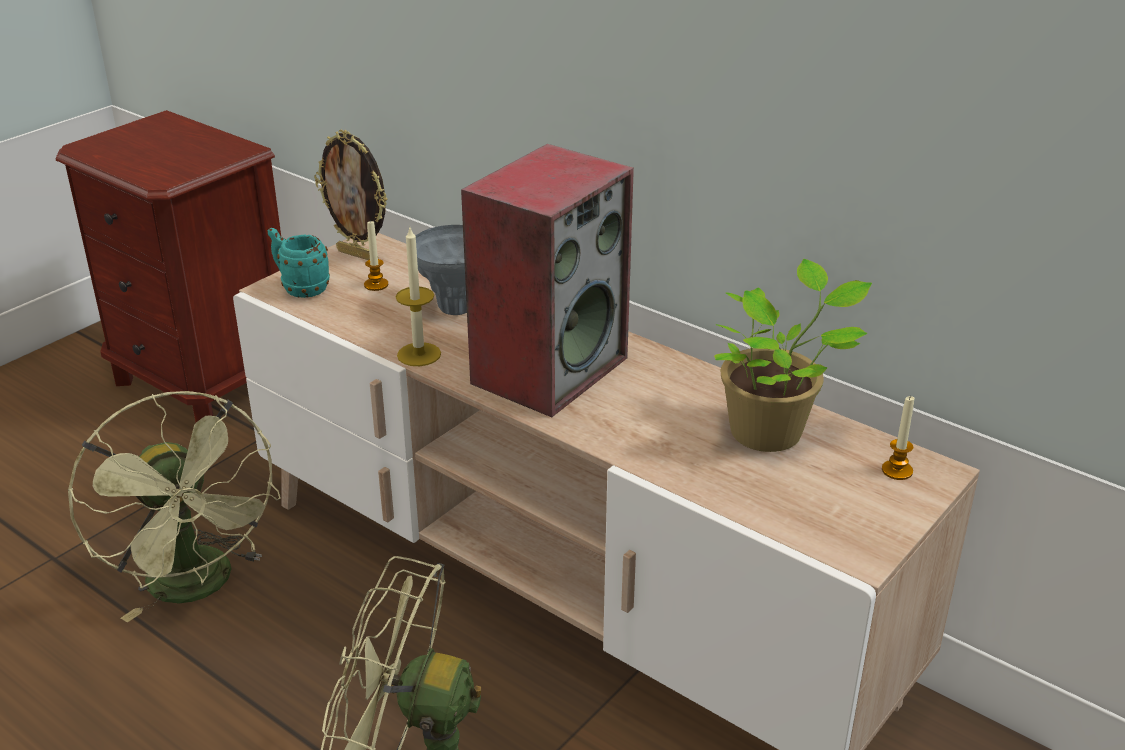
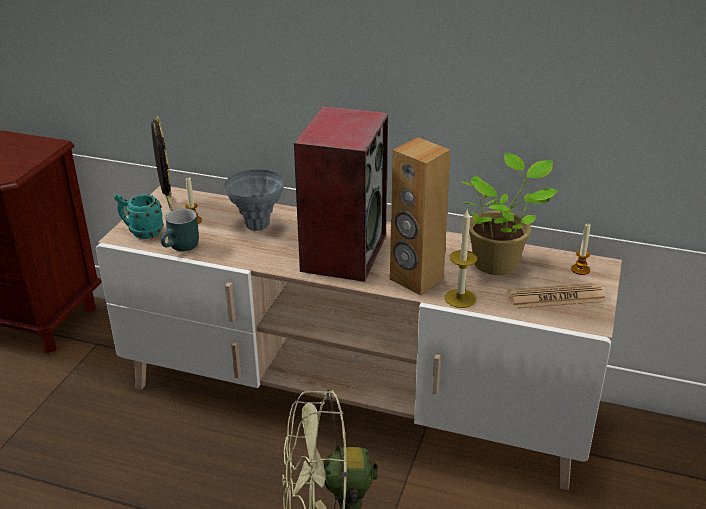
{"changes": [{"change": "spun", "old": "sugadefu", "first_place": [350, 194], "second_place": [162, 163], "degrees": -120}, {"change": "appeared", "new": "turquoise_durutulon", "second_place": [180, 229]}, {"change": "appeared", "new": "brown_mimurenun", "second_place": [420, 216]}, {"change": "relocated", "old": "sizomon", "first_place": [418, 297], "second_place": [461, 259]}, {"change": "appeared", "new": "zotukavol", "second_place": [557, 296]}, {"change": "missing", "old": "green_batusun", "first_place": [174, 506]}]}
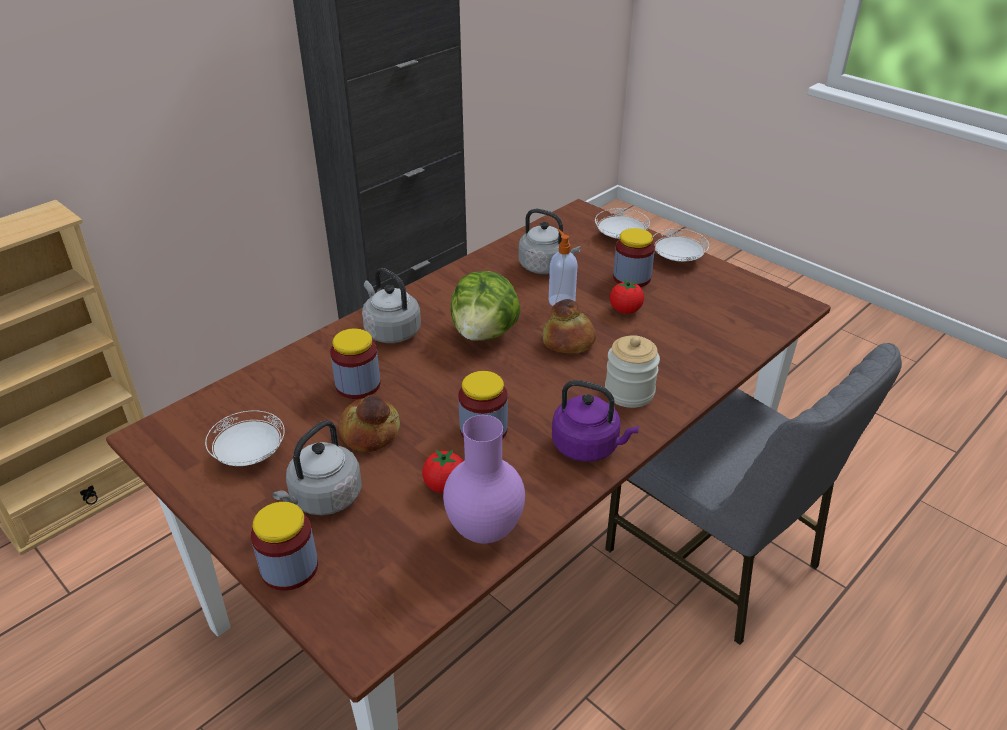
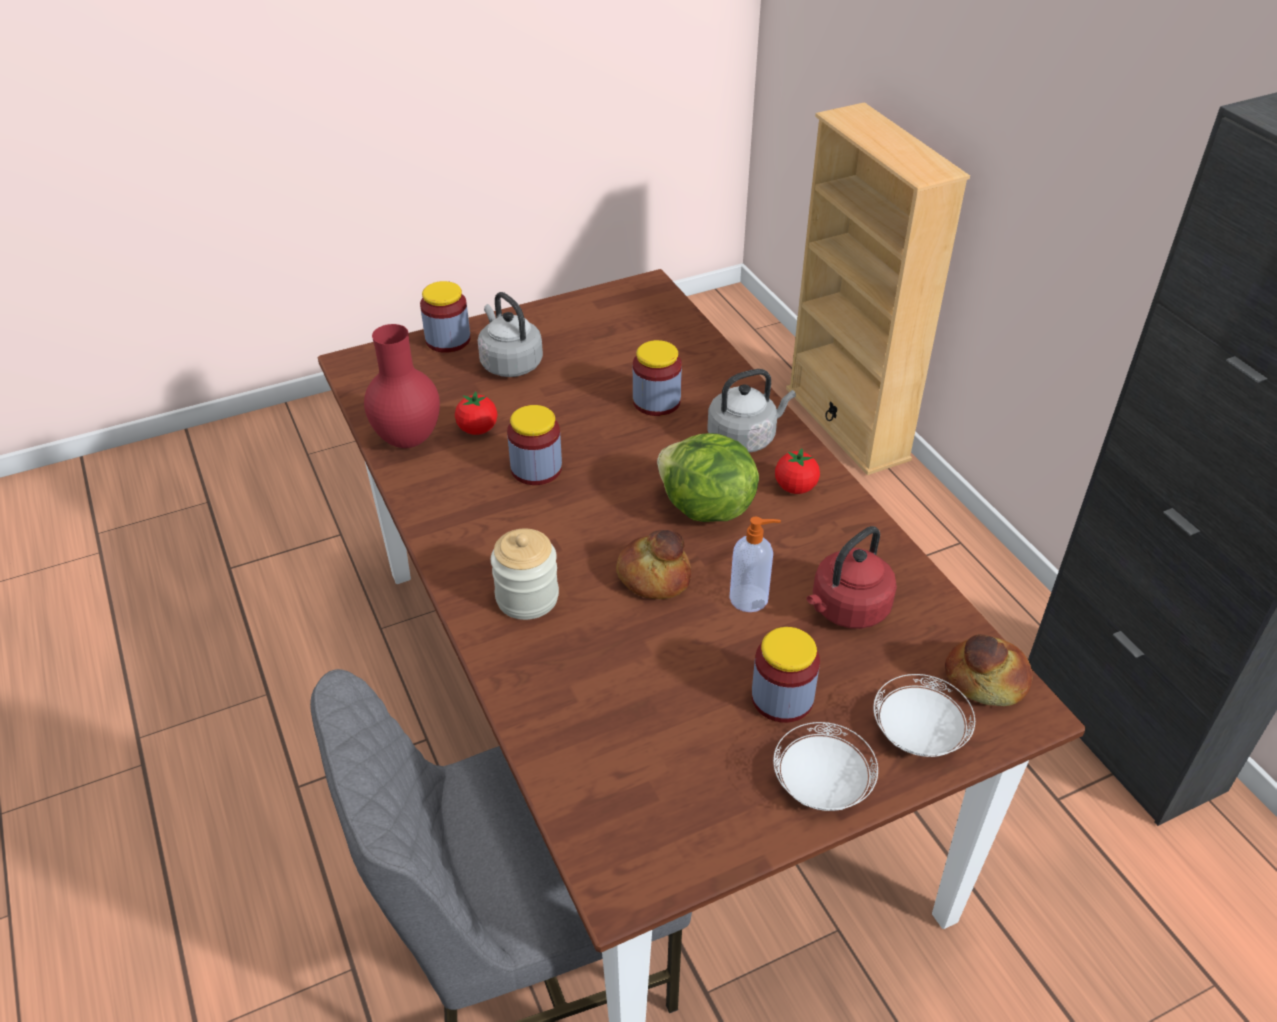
{"changes": [{"change": "colour", "old": "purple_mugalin", "new": "red_mugalin", "first_place": [484, 479], "second_place": [402, 386]}, {"change": "relocated", "old": "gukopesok", "first_place": [627, 296], "second_place": [797, 471]}, {"change": "colour", "old": "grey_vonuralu", "new": "red_vonuralu", "first_place": [550, 241], "second_place": [852, 577]}, {"change": "relocated", "old": "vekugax", "first_place": [369, 423], "second_place": [989, 670]}, {"change": "missing", "old": "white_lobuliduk", "first_place": [245, 438]}, {"change": "missing", "old": "purple_vonuralu", "first_place": [595, 421]}]}
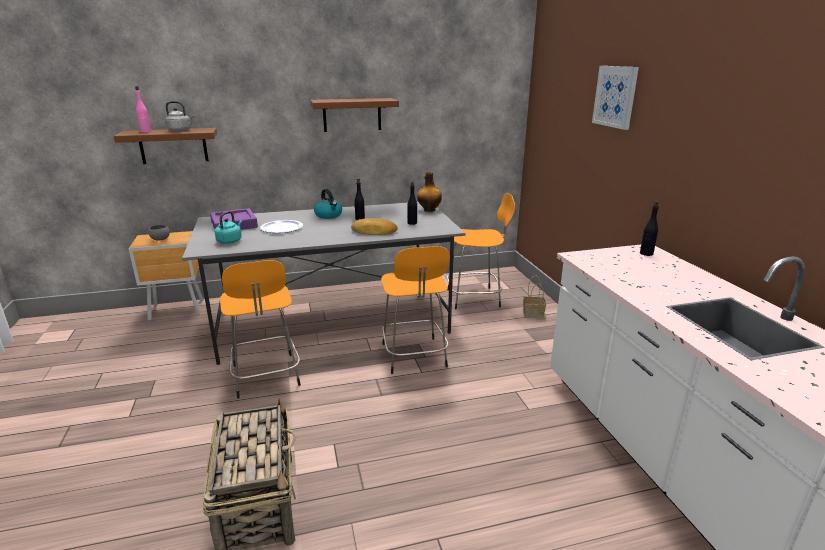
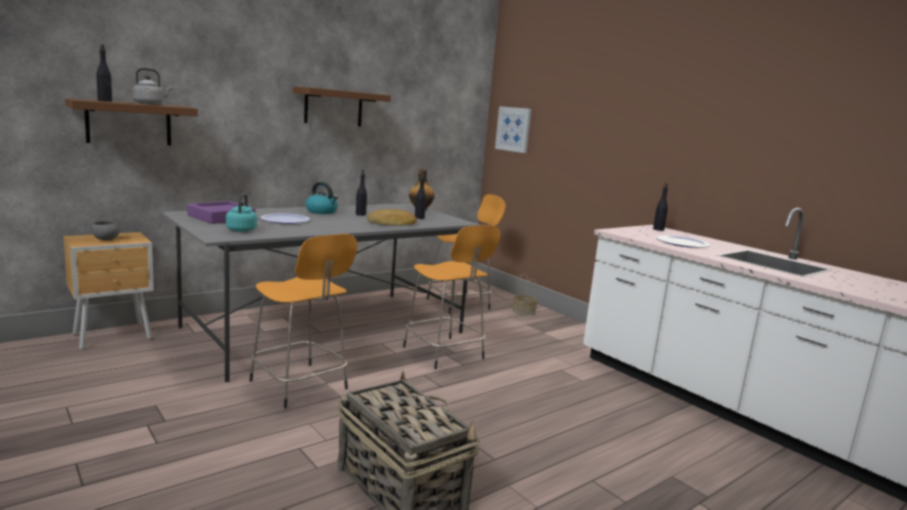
{"changes": [{"change": "colour", "old": "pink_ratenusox", "new": "black_ratenusox", "first_place": [143, 109], "second_place": [104, 73]}, {"change": "relocated", "old": "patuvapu", "first_place": [615, 98], "second_place": [513, 129]}, {"change": "appeared", "new": "lobuliduk", "second_place": [683, 241]}]}
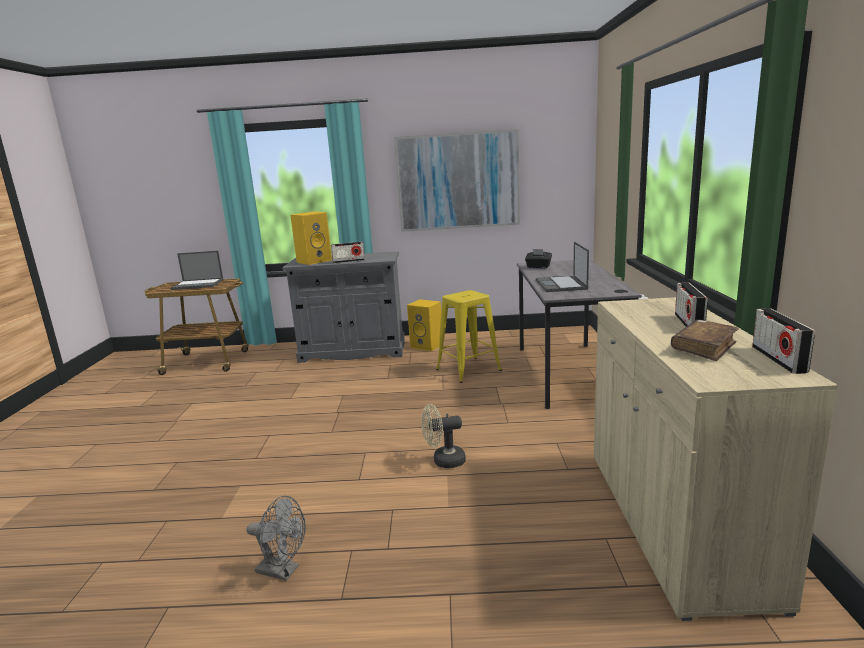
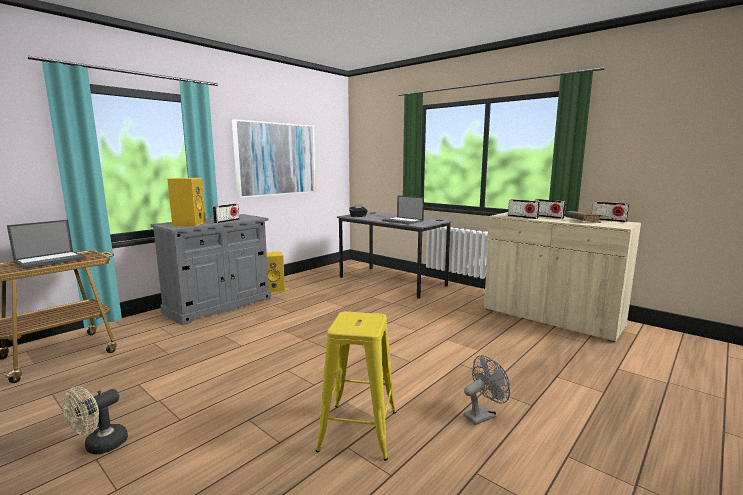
{"changes": [{"change": "relocated", "old": "beige_batusun", "first_place": [443, 436], "second_place": [95, 420]}, {"change": "relocated", "old": "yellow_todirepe", "first_place": [469, 336], "second_place": [356, 386]}, {"change": "appeared", "new": "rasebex", "second_place": [524, 209]}]}
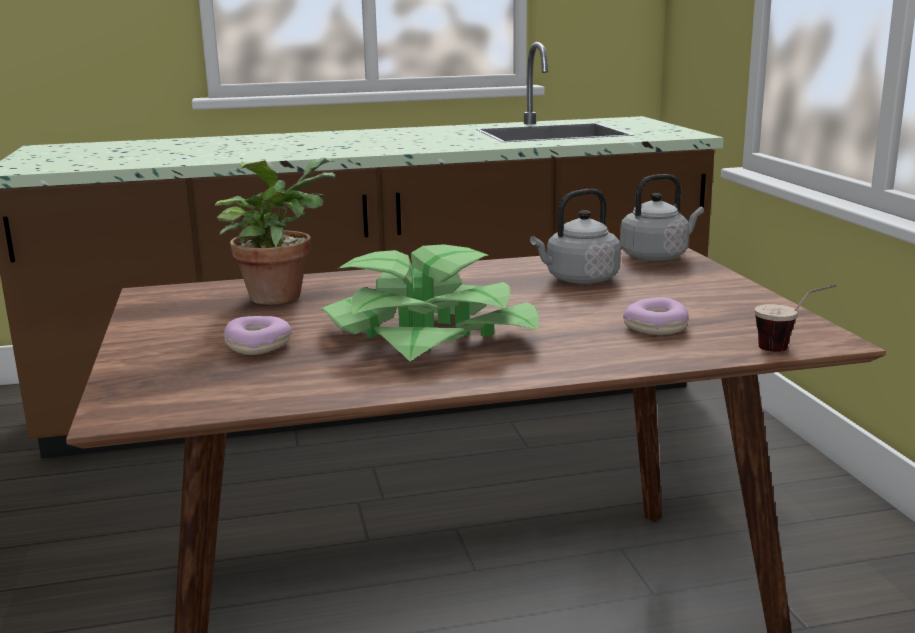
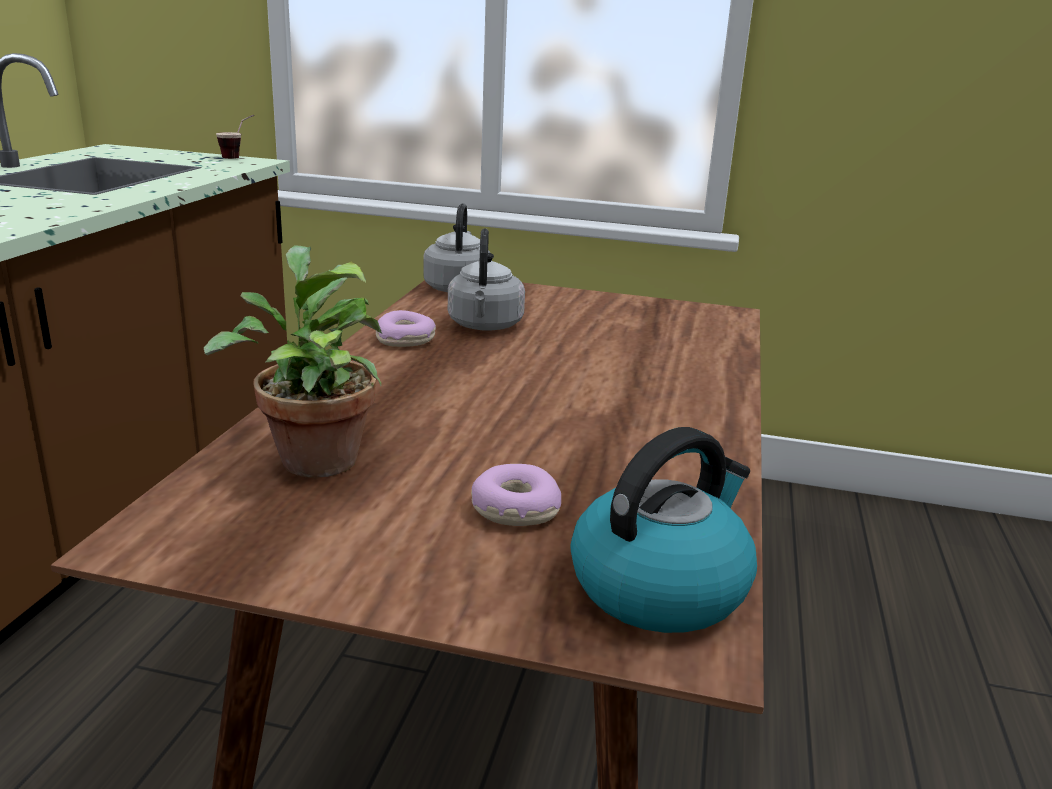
{"changes": [{"change": "relocated", "old": "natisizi", "first_place": [795, 318], "second_place": [235, 137]}, {"change": "relocated", "old": "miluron", "first_place": [656, 316], "second_place": [406, 328]}, {"change": "appeared", "new": "vonuralu", "second_place": [664, 530]}, {"change": "missing", "old": "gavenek", "first_place": [430, 302]}]}
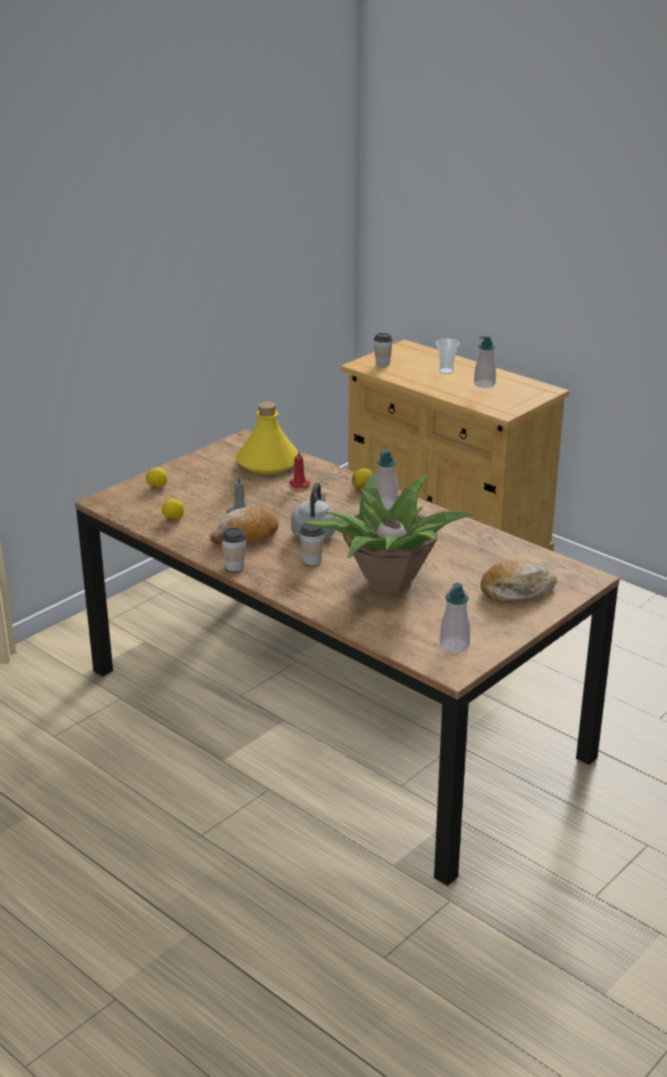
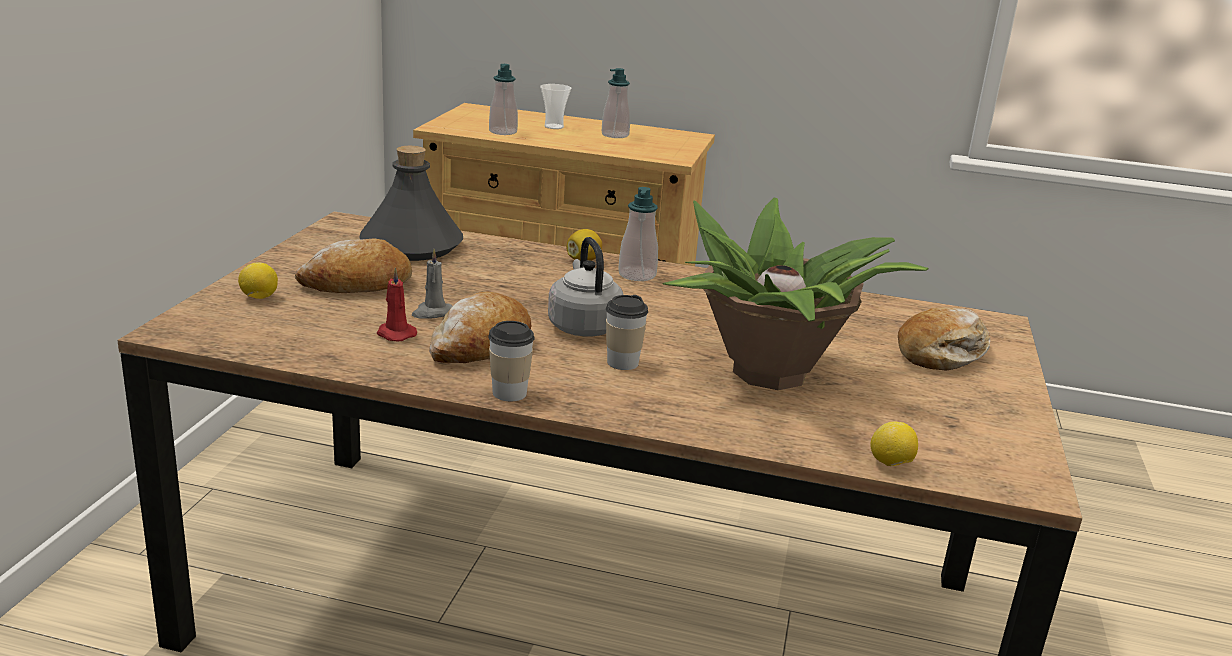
{"changes": [{"change": "appeared", "new": "vekugax", "second_place": [353, 265]}, {"change": "colour", "old": "yellow_ratenusox", "new": "grey_ratenusox", "first_place": [267, 437], "second_place": [411, 203]}, {"change": "relocated", "old": "red_sizomon", "first_place": [299, 469], "second_place": [397, 304]}, {"change": "relocated", "old": "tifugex", "first_place": [455, 618], "second_place": [503, 99]}, {"change": "relocated", "old": "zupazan", "first_place": [173, 509], "second_place": [894, 443]}, {"change": "missing", "old": "natisizi", "first_place": [383, 349]}]}
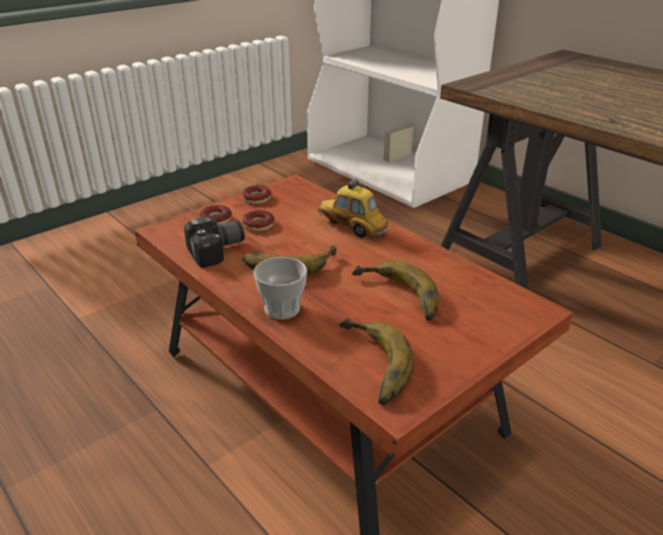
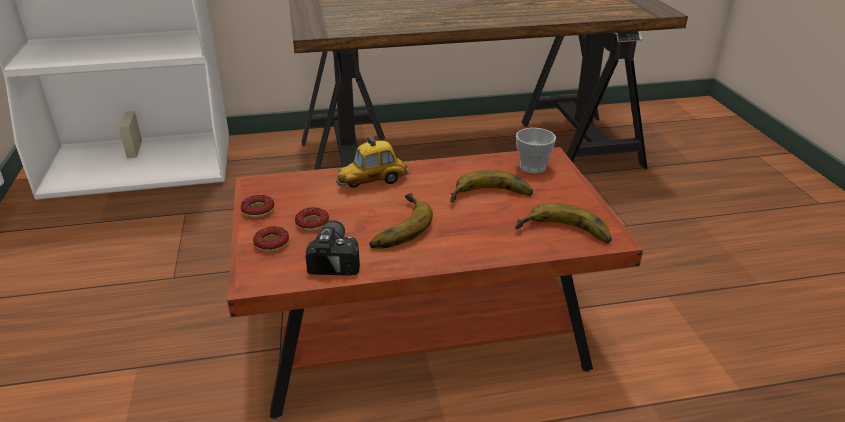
{"changes": [{"change": "relocated", "old": "natisizi", "first_place": [280, 288], "second_place": [536, 151]}]}
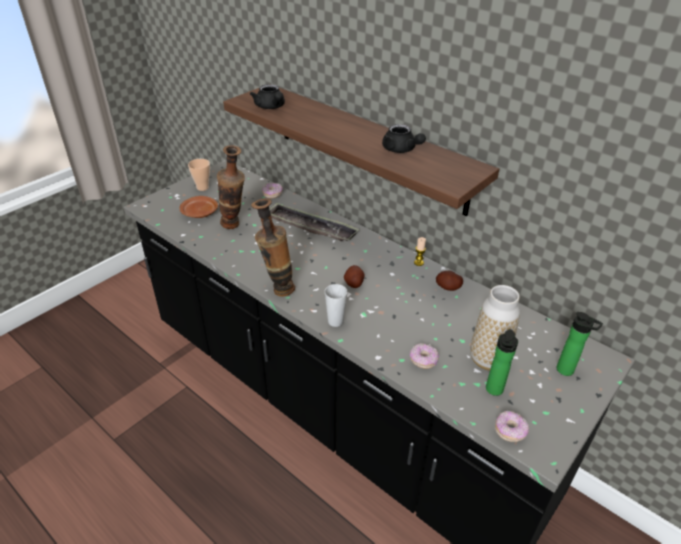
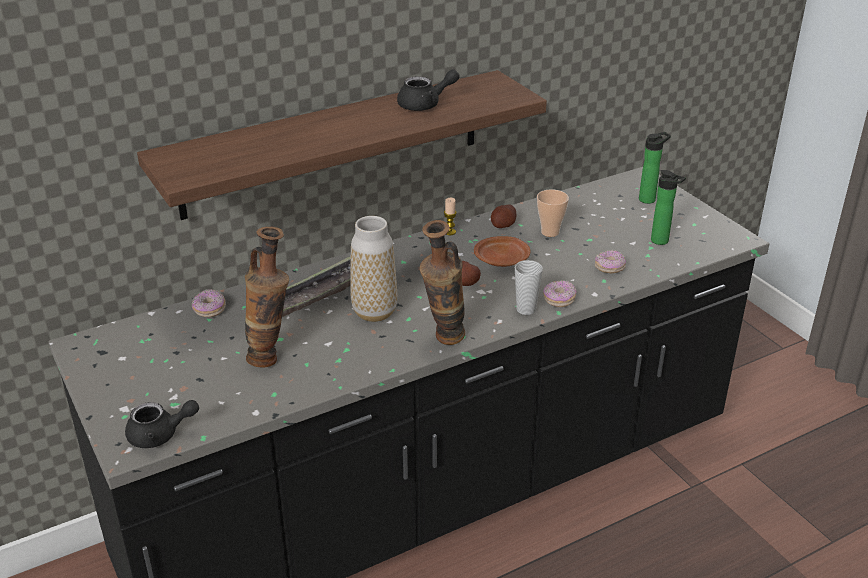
{"changes": [{"change": "relocated", "old": "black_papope", "first_place": [267, 96], "second_place": [162, 424]}, {"change": "relocated", "old": "mugalin", "first_place": [495, 328], "second_place": [373, 269]}, {"change": "relocated", "old": "brown_lobuliduk", "first_place": [198, 207], "second_place": [502, 251]}, {"change": "relocated", "old": "natisizi", "first_place": [199, 175], "second_place": [553, 213]}, {"change": "relocated", "old": "miluron", "first_place": [512, 426], "second_place": [559, 293]}]}
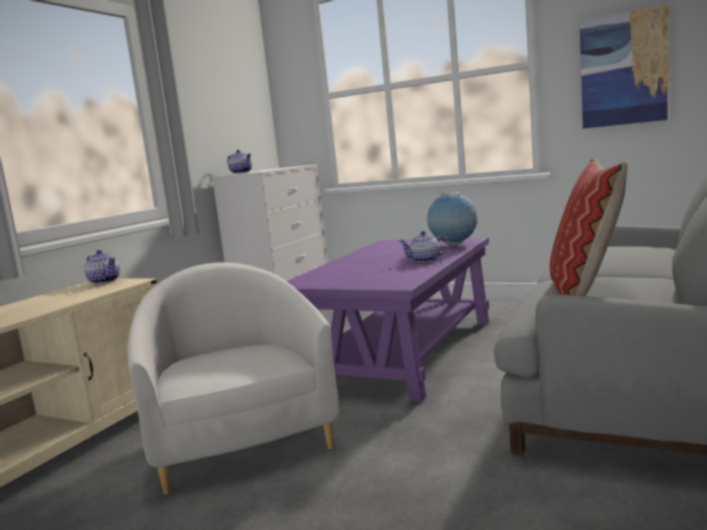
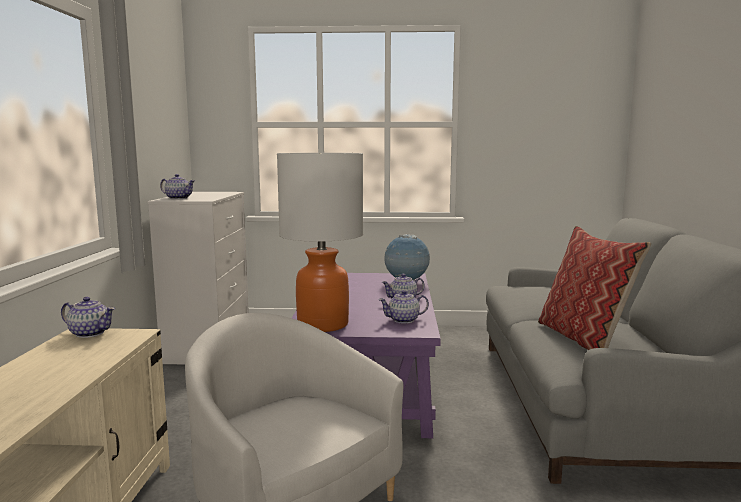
{"changes": [{"change": "appeared", "new": "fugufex", "second_place": [320, 242]}, {"change": "appeared", "new": "papope", "second_place": [403, 307]}, {"change": "missing", "old": "patuvapu", "first_place": [624, 66]}]}
